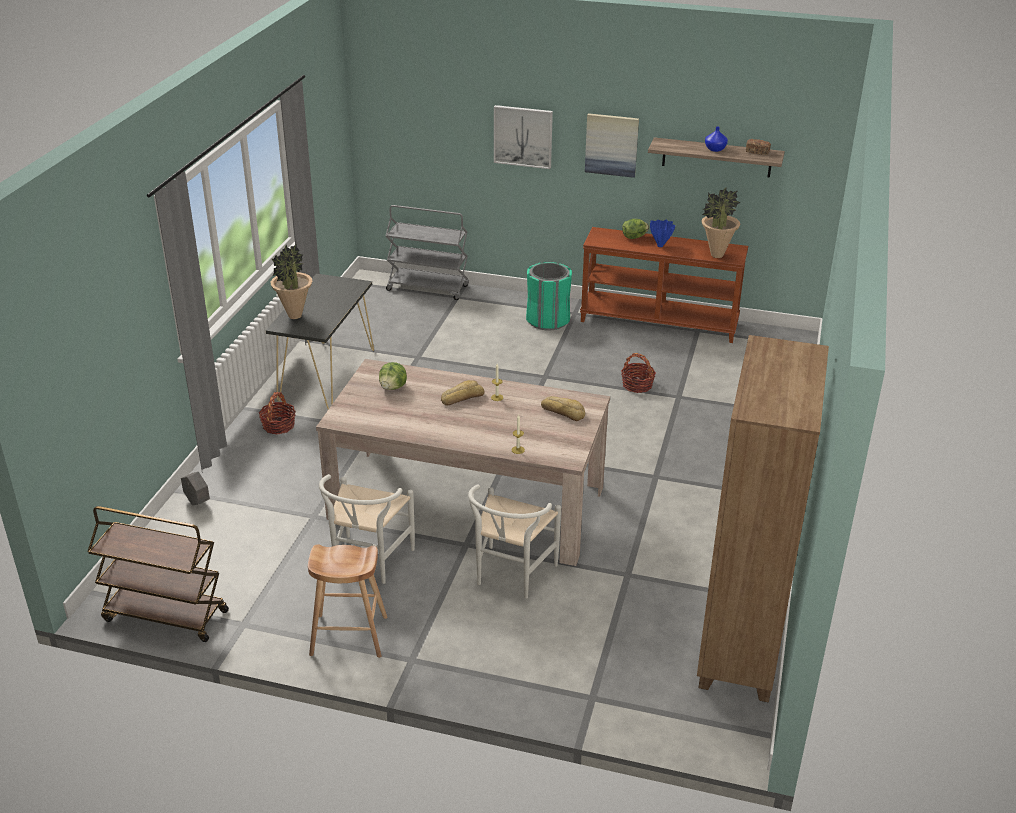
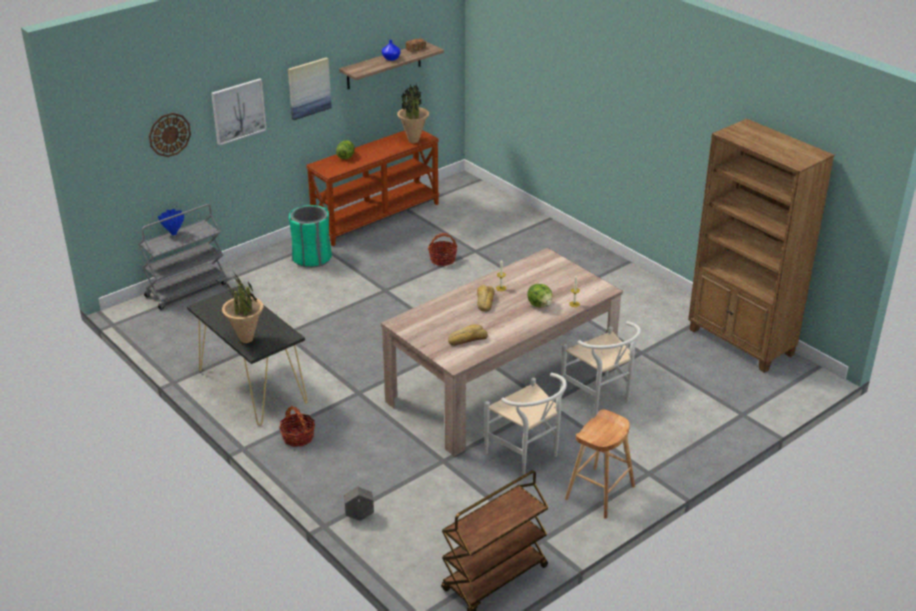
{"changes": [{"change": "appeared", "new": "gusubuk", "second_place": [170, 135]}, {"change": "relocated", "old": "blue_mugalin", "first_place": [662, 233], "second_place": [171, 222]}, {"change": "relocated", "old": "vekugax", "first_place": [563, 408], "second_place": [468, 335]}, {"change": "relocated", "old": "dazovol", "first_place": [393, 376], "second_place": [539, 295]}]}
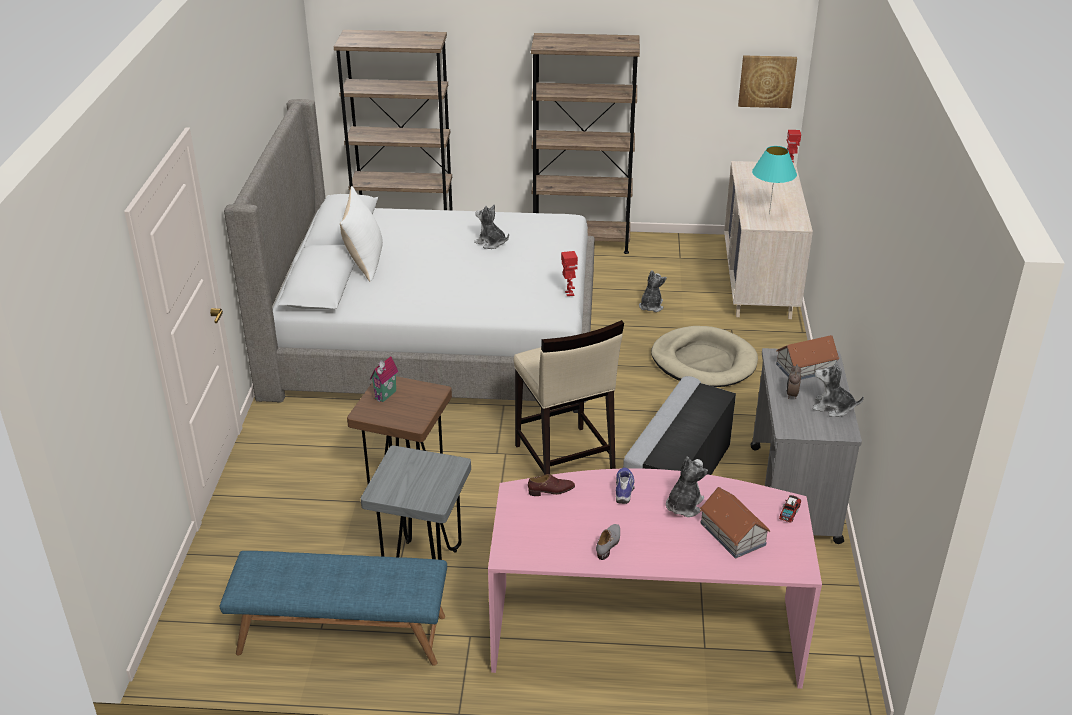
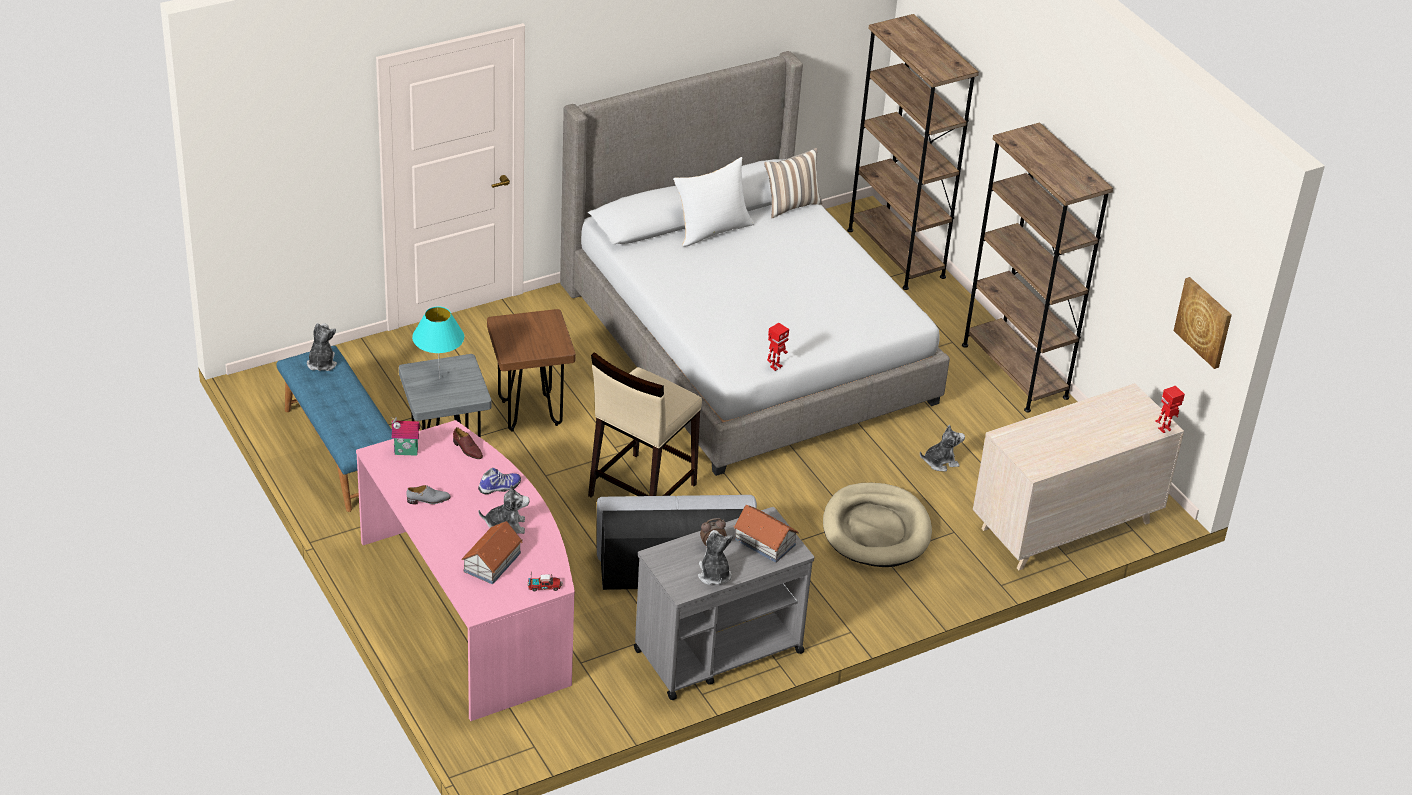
{"changes": [{"change": "relocated", "old": "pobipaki", "first_place": [491, 227], "second_place": [322, 347]}, {"change": "relocated", "old": "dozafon", "first_place": [384, 379], "second_place": [405, 436]}, {"change": "relocated", "old": "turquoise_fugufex", "first_place": [774, 180], "second_place": [438, 342]}, {"change": "appeared", "new": "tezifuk", "second_place": [793, 183]}]}
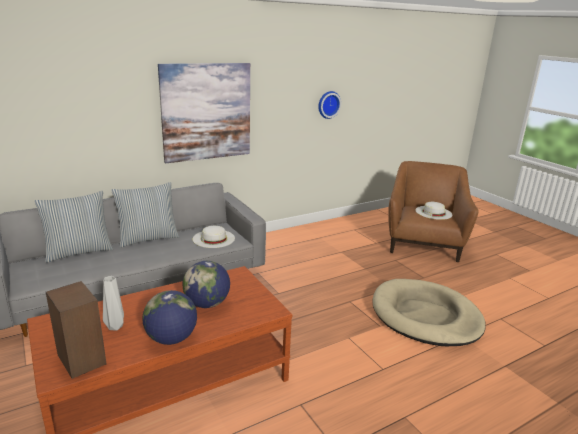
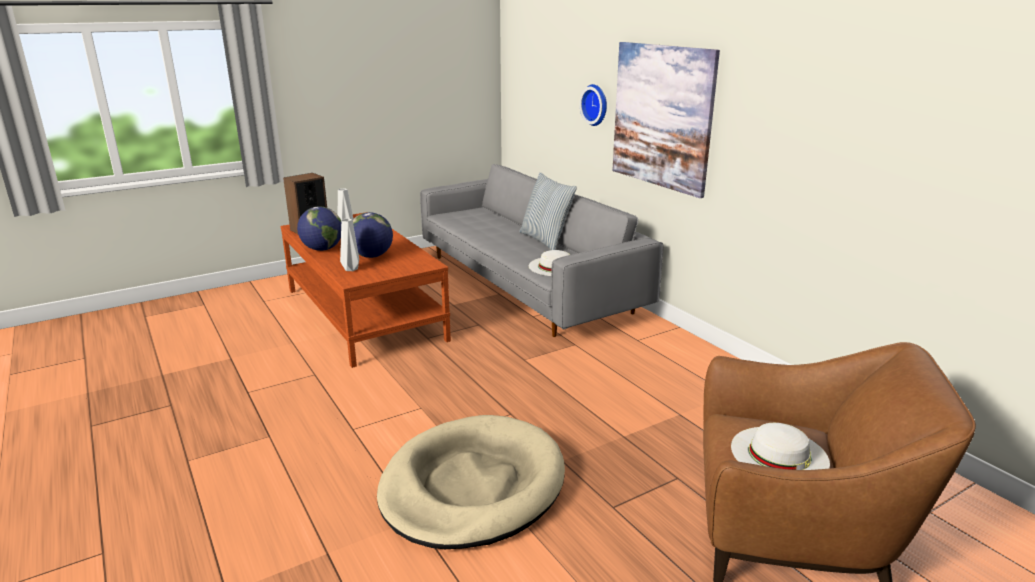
{"changes": [{"change": "appeared", "new": "grey_mugalin", "second_place": [349, 244]}, {"change": "relocated", "old": "gusubuk", "first_place": [329, 105], "second_place": [593, 105]}, {"change": "missing", "old": "tezifuk", "first_place": [74, 227]}]}
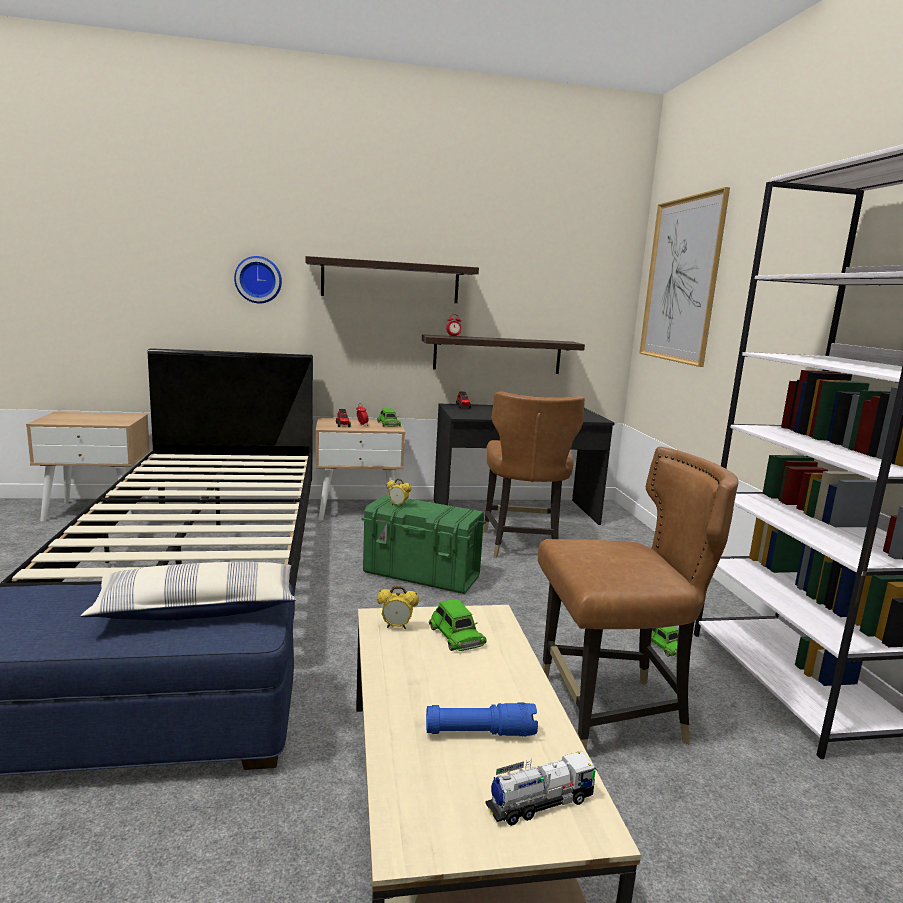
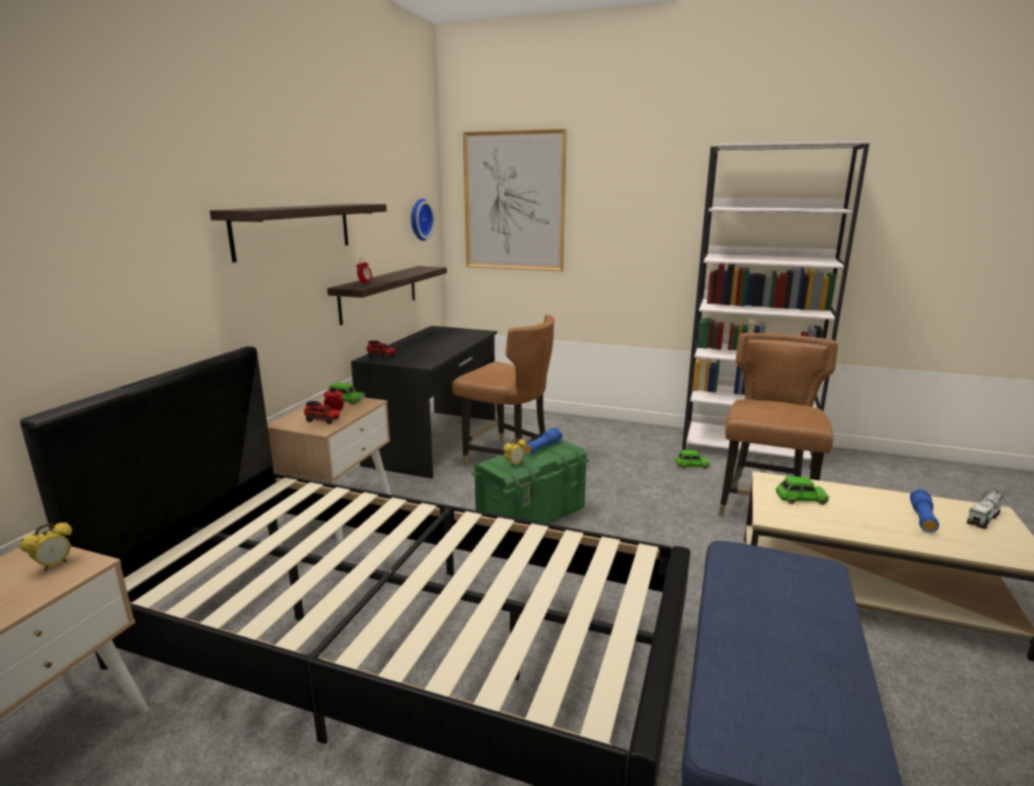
{"changes": [{"change": "relocated", "old": "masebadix", "first_place": [398, 607], "second_place": [46, 546]}, {"change": "relocated", "old": "gusubuk", "first_place": [258, 279], "second_place": [423, 220]}, {"change": "appeared", "new": "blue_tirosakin", "second_place": [543, 441]}, {"change": "spun", "old": "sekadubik", "first_place": [541, 788], "second_place": [985, 510], "degrees": -135}, {"change": "missing", "old": "tezifuk", "first_place": [188, 591]}]}
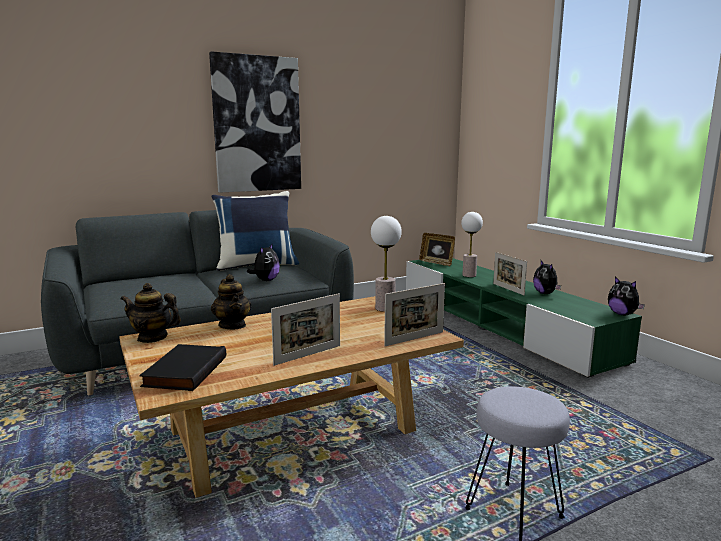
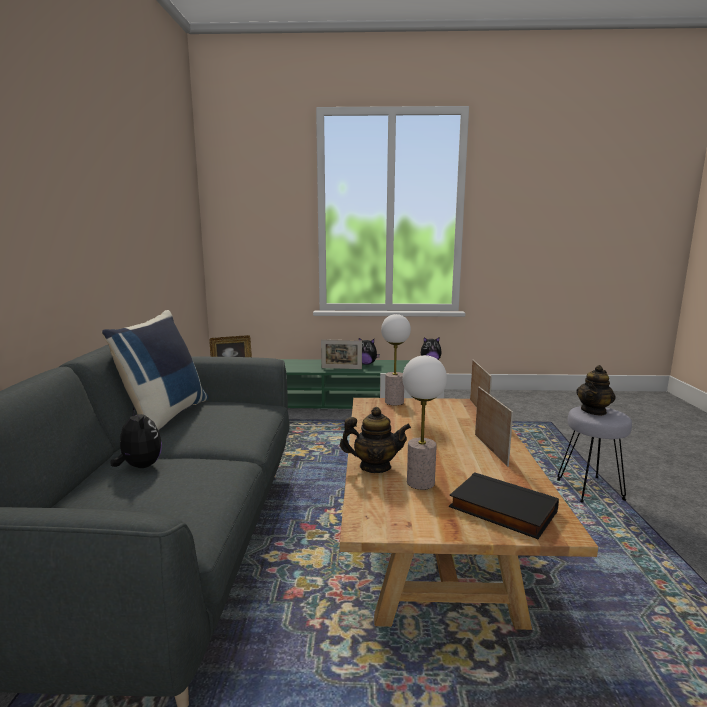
{"changes": [{"change": "relocated", "old": "pobipaki", "first_place": [263, 262], "second_place": [136, 438]}, {"change": "relocated", "old": "fugufex", "first_place": [472, 244], "second_place": [424, 422]}, {"change": "relocated", "old": "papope", "first_place": [151, 313], "second_place": [596, 390]}, {"change": "missing", "old": "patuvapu", "first_place": [255, 122]}]}
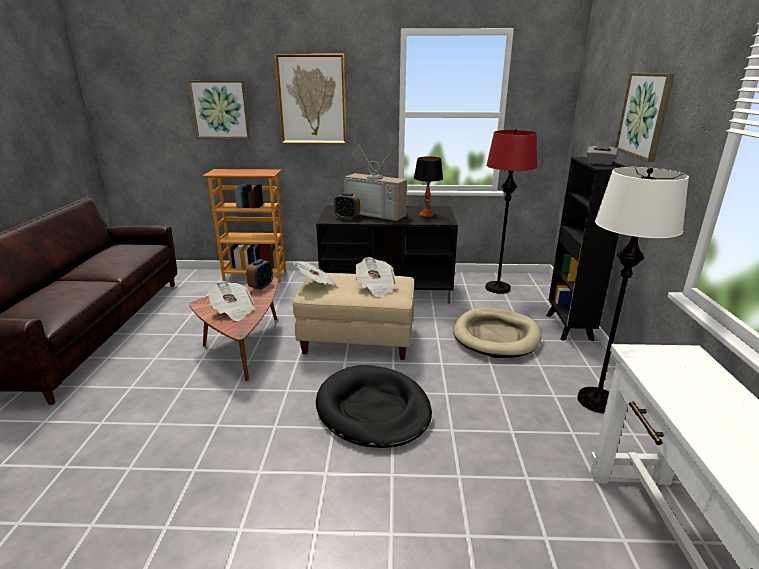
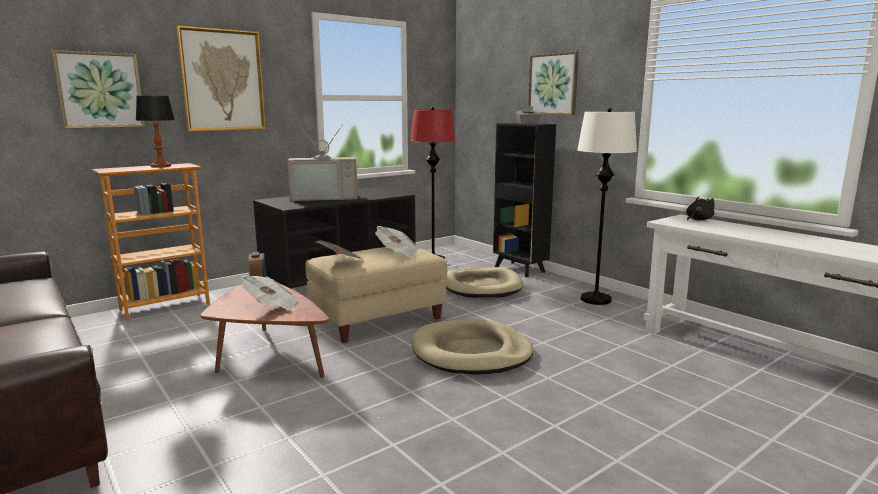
{"changes": [{"change": "relocated", "old": "fugufex", "first_place": [428, 187], "second_place": [155, 132]}, {"change": "colour", "old": "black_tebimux", "new": "beige_tebimux", "first_place": [374, 406], "second_place": [472, 346]}, {"change": "appeared", "new": "black_pobipaki", "second_place": [700, 209]}, {"change": "missing", "old": "masebadix", "first_place": [347, 206]}]}
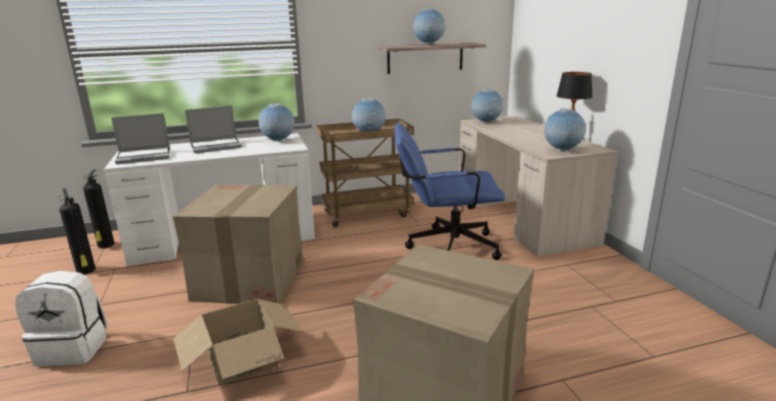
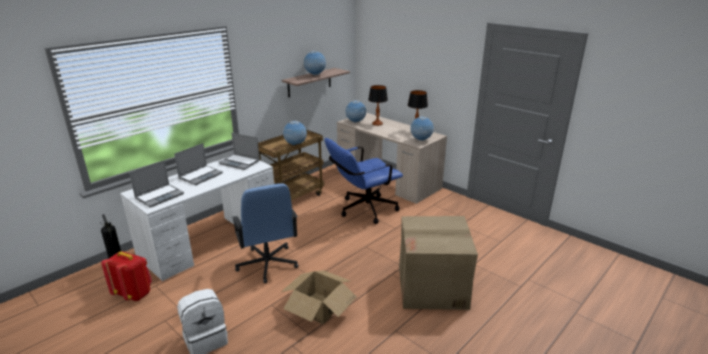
{"changes": [{"change": "exchanged", "old": "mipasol", "new": "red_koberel", "first_place": [77, 231], "second_place": [126, 276]}, {"change": "exchanged", "old": "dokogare", "new": "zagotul", "first_place": [277, 122], "second_place": [239, 151]}, {"change": "exchanged", "old": "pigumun", "new": "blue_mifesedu", "first_place": [238, 244], "second_place": [265, 233]}, {"change": "appeared", "new": "fugufex", "second_place": [378, 105]}]}
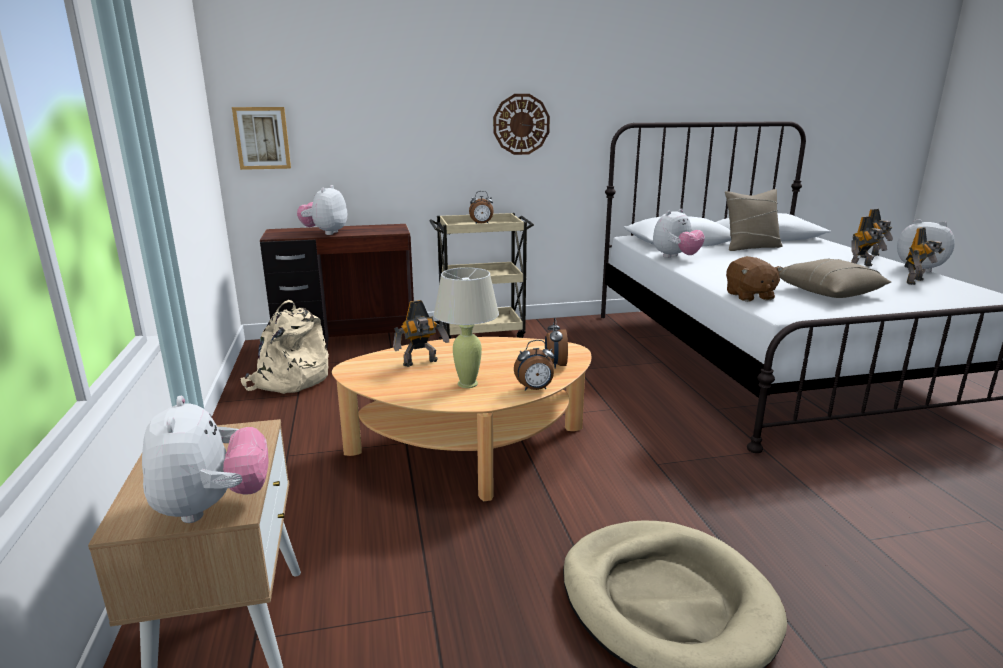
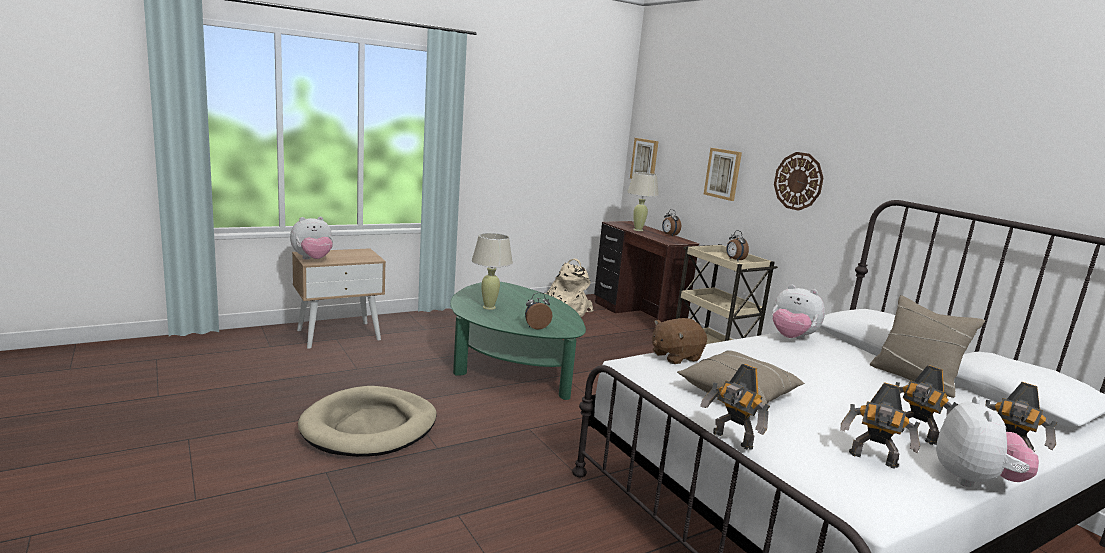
{"changes": [{"change": "colour", "old": "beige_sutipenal", "new": "green_sutipenal", "first_place": [461, 419], "second_place": [518, 341]}, {"change": "exchanged", "old": "pobipaki", "new": "beige_fugufex", "first_place": [322, 210], "second_place": [643, 201]}, {"change": "relocated", "old": "masebadix", "first_place": [534, 365], "second_place": [671, 223]}, {"change": "relocated", "old": "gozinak", "first_place": [421, 333], "second_place": [735, 407]}, {"change": "appeared", "new": "patuvapu", "second_place": [723, 174]}]}
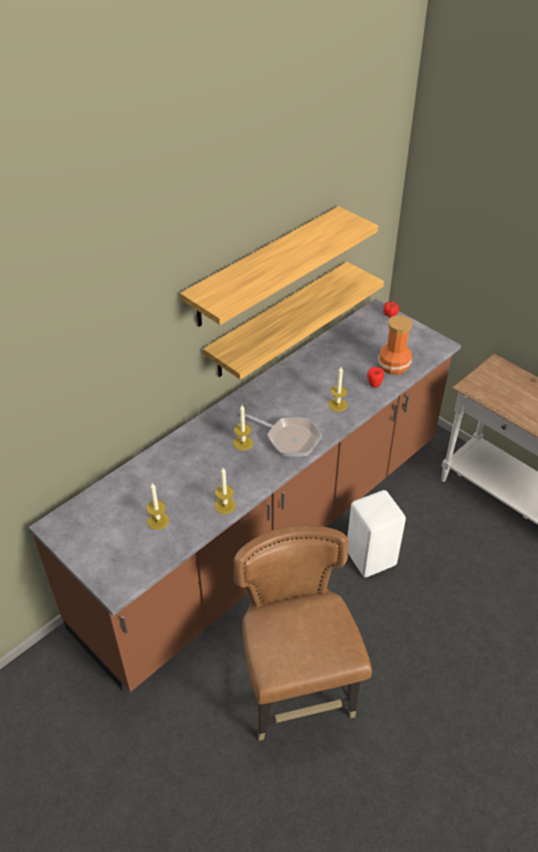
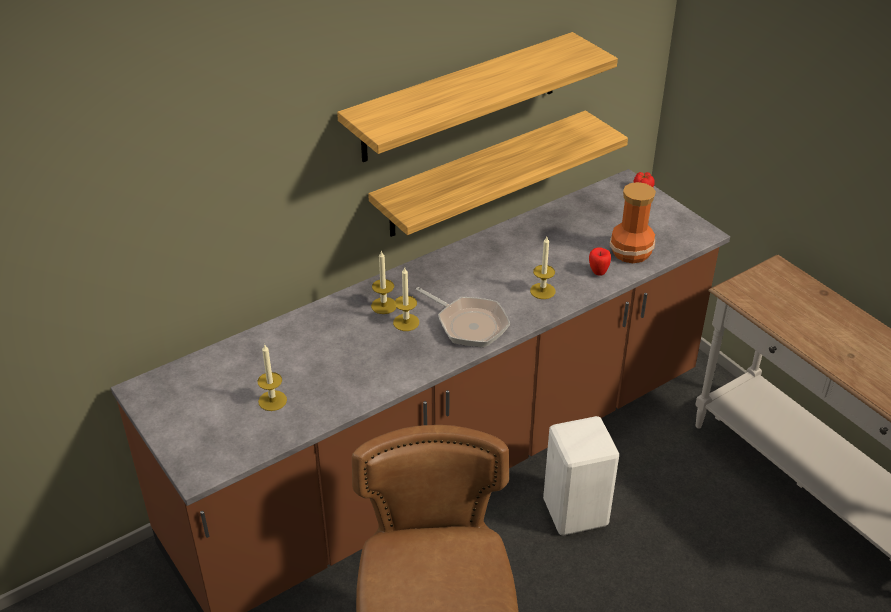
{"changes": [{"change": "relocated", "old": "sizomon", "first_place": [225, 491], "second_place": [383, 282]}]}
